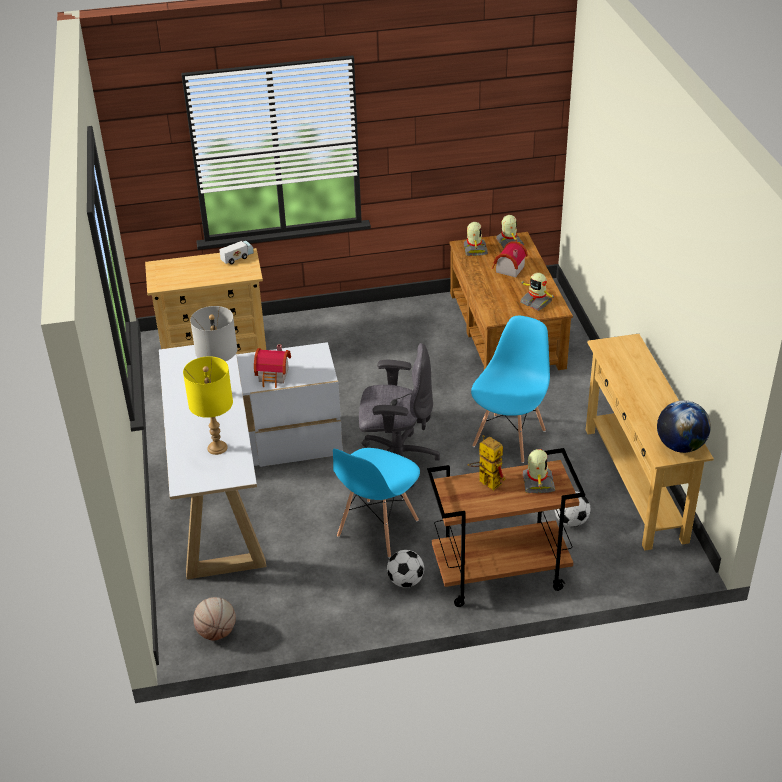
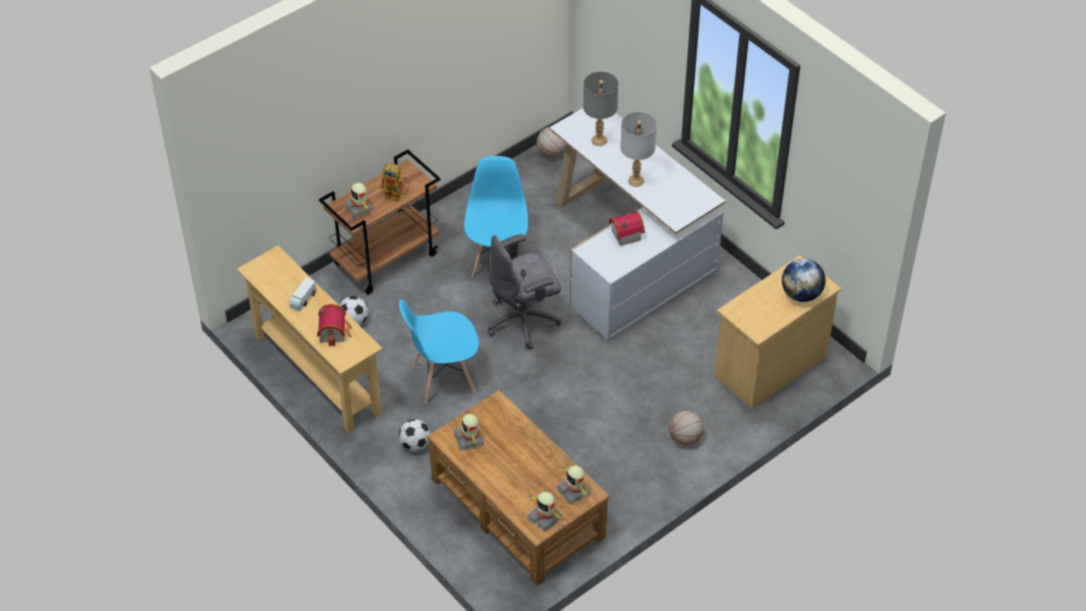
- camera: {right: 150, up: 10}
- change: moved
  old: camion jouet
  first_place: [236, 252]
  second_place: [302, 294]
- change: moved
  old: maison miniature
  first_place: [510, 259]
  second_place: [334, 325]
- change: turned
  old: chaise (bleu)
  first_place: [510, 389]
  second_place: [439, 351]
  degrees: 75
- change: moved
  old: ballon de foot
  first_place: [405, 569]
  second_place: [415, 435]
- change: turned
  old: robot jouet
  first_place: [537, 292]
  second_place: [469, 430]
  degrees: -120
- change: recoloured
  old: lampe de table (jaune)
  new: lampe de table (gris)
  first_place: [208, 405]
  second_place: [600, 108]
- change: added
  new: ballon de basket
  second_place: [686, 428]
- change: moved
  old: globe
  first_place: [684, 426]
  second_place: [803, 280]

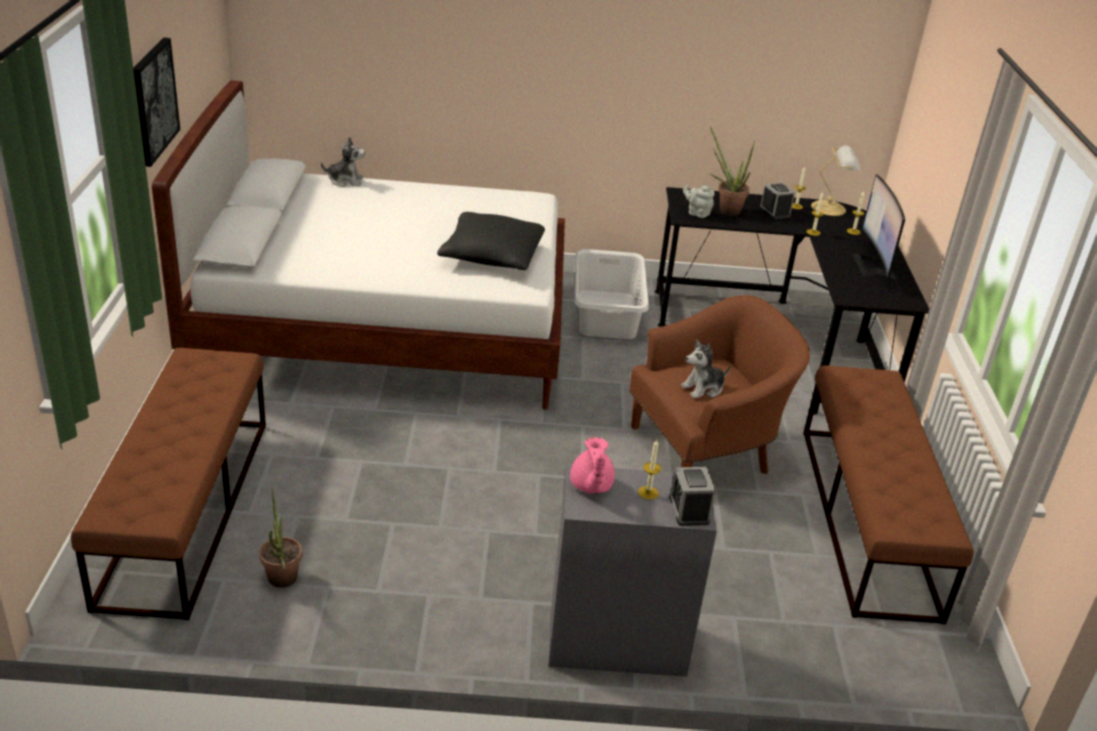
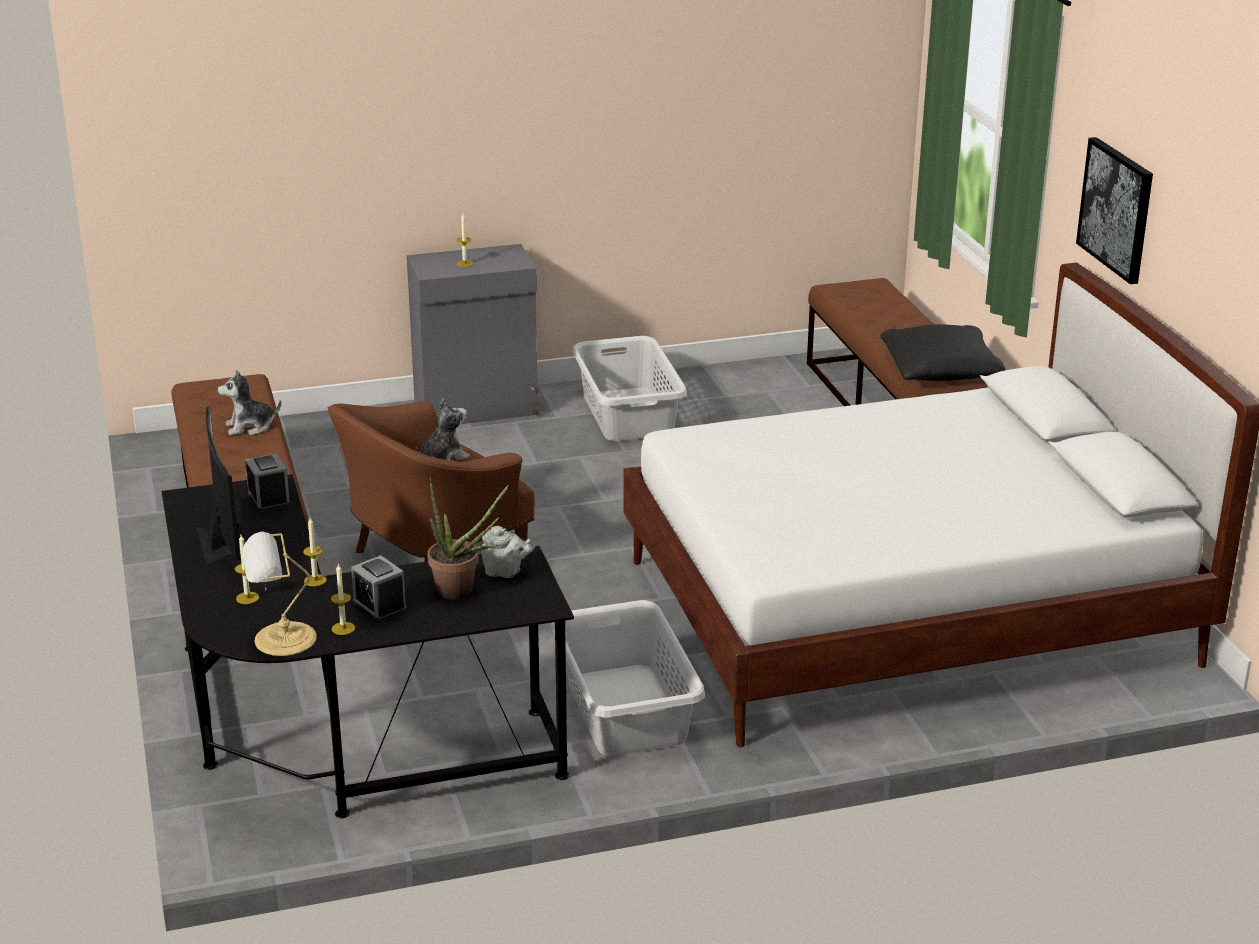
- camera: {right: 165, up: -5}
- change: moved
  old: peluche
  first_place: [343, 162]
  second_place: [249, 402]
- change: moved
  old: réveil
  first_place: [692, 496]
  second_place: [267, 482]
- change: added
  new: panier à linge (gris)
  second_place: [629, 388]
- change: moved
  old: coussin (noir)
  first_place: [491, 241]
  second_place: [943, 352]
- change: removed
  old: plante en pot
  first_place: [280, 538]
- change: removed
  old: théière (rose)
  first_place: [592, 465]

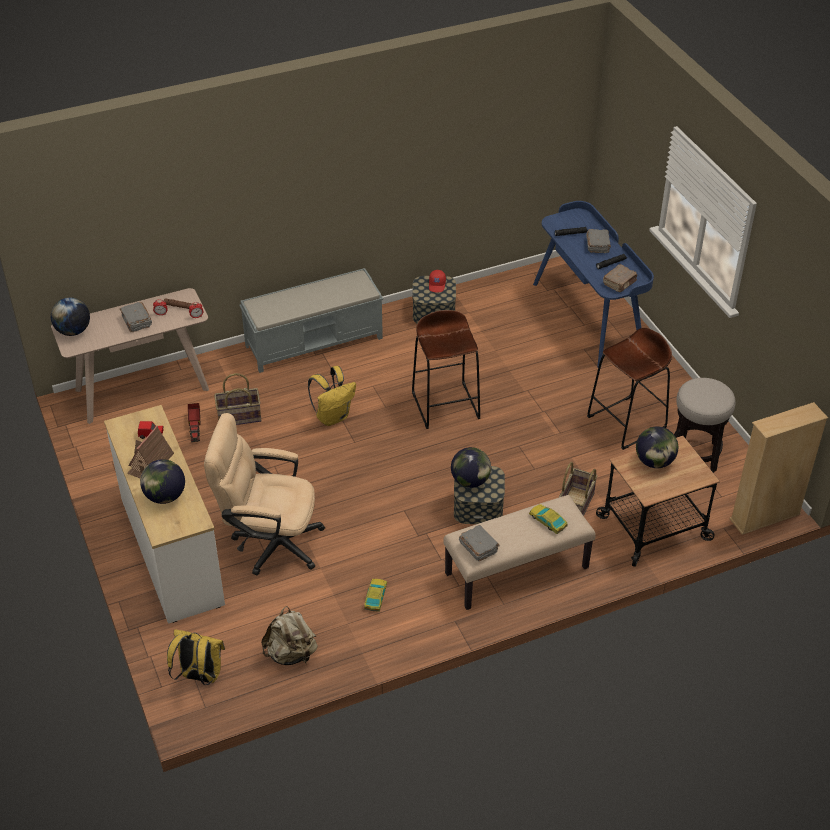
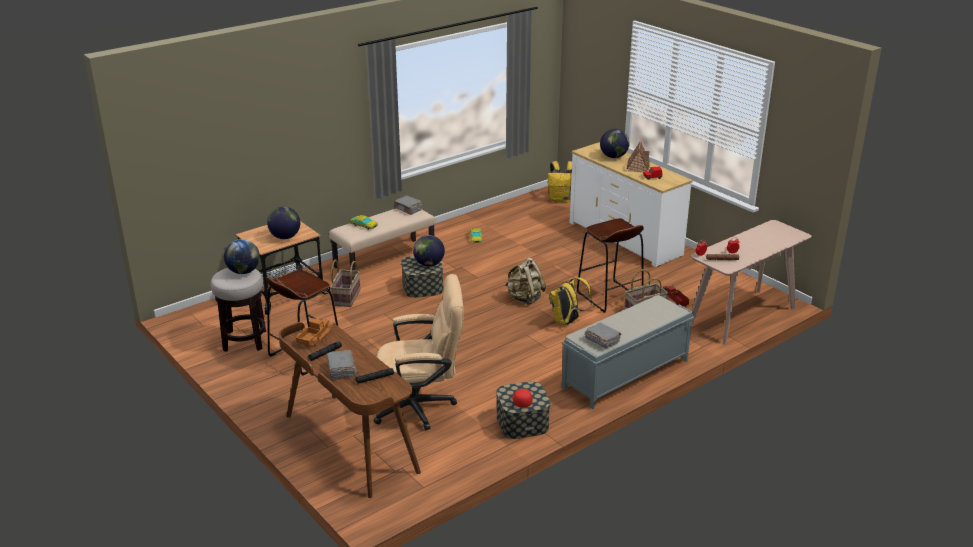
- camera: {right: 165, up: -15}
- change: moved
  old: globe
  first_place: [70, 317]
  second_place: [242, 256]
- change: recoloured
  old: bureau (bleu)
  new: bureau (marron)
  first_place: [593, 284]
  second_place: [350, 410]
- change: replaced
  old: livre (marron)
  new: camion jouet
  first_place: [620, 278]
  second_place: [315, 332]
- change: moved
  old: chaise de bureau (beige)
  first_place: [264, 494]
  second_place: [418, 352]
- change: moved
  old: sac à dos (beige)
  first_place: [289, 635]
  second_place: [525, 281]
- change: moved
  old: tabouret (marron)
  first_place: [446, 369]
  second_place: [610, 265]
- change: moved
  old: livre (gris)
  first_place: [136, 317]
  second_place: [603, 335]
- change: removed
  old: bibliothèque (beige)
  first_place: [779, 468]

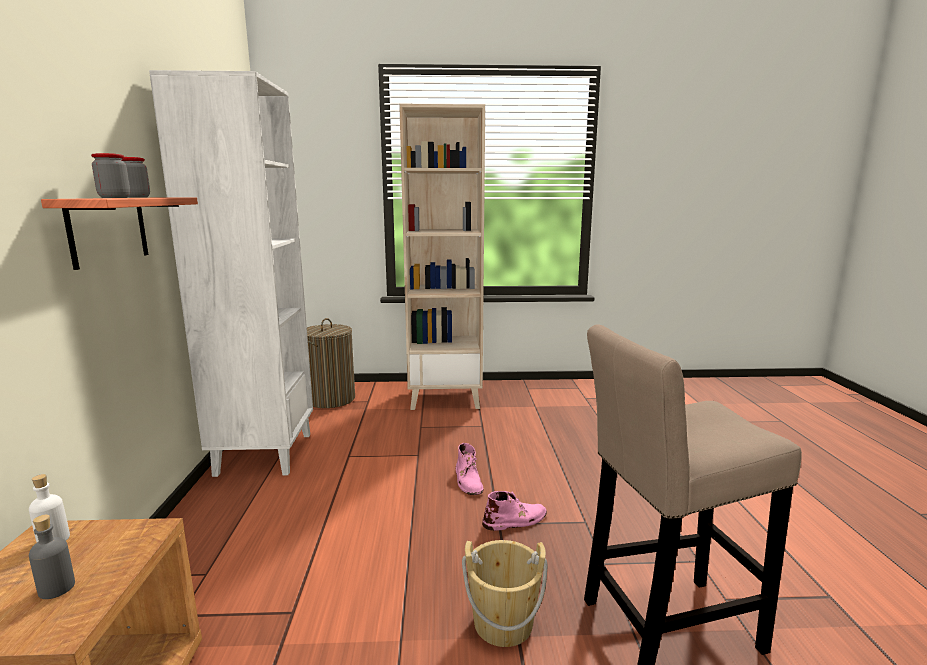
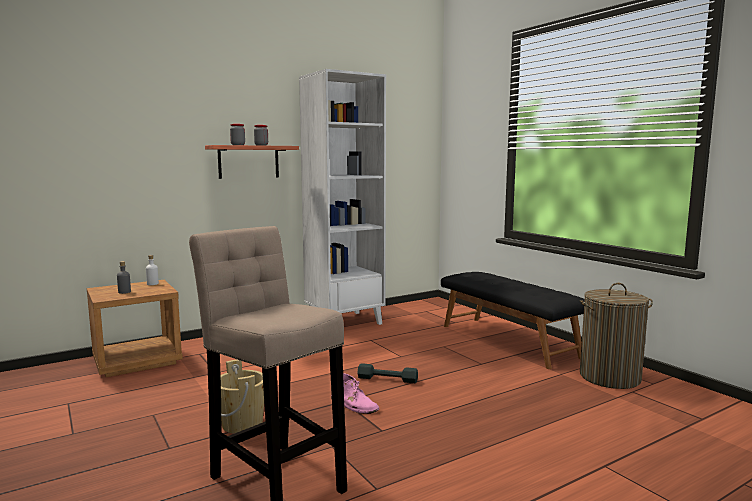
- camera: {right: 60, up: -5}
- change: replaced
  old: botte (rose)
  new: haltère (gris)
  first_place: [470, 469]
  second_place: [387, 373]
- change: replaced
  old: bibliothèque (beige)
  new: banc (noir)
  first_place: [442, 257]
  second_place: [513, 320]
- change: moved
  old: panier à linge
  first_place: [331, 363]
  second_place: [616, 336]

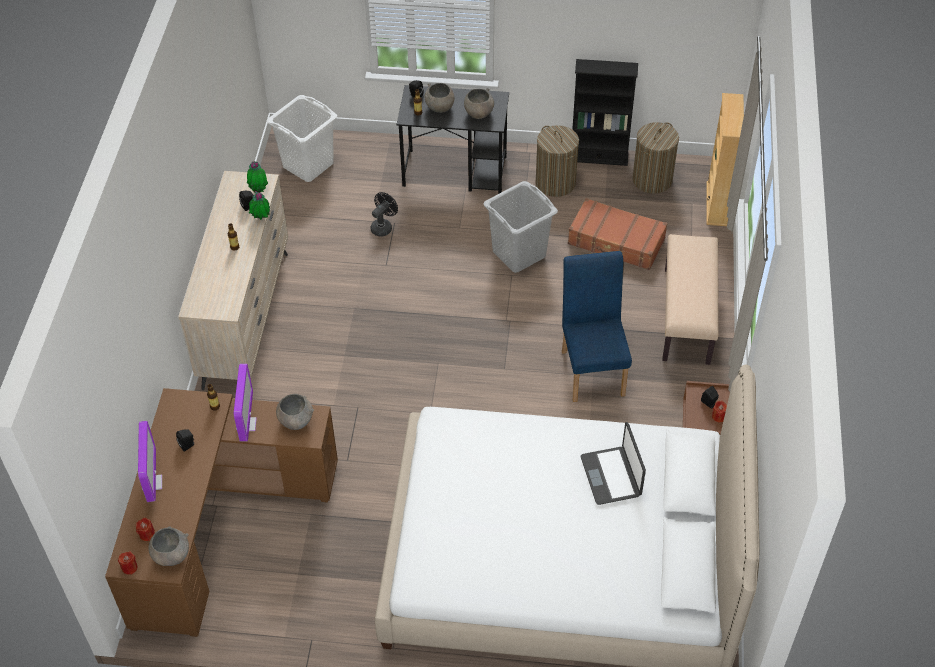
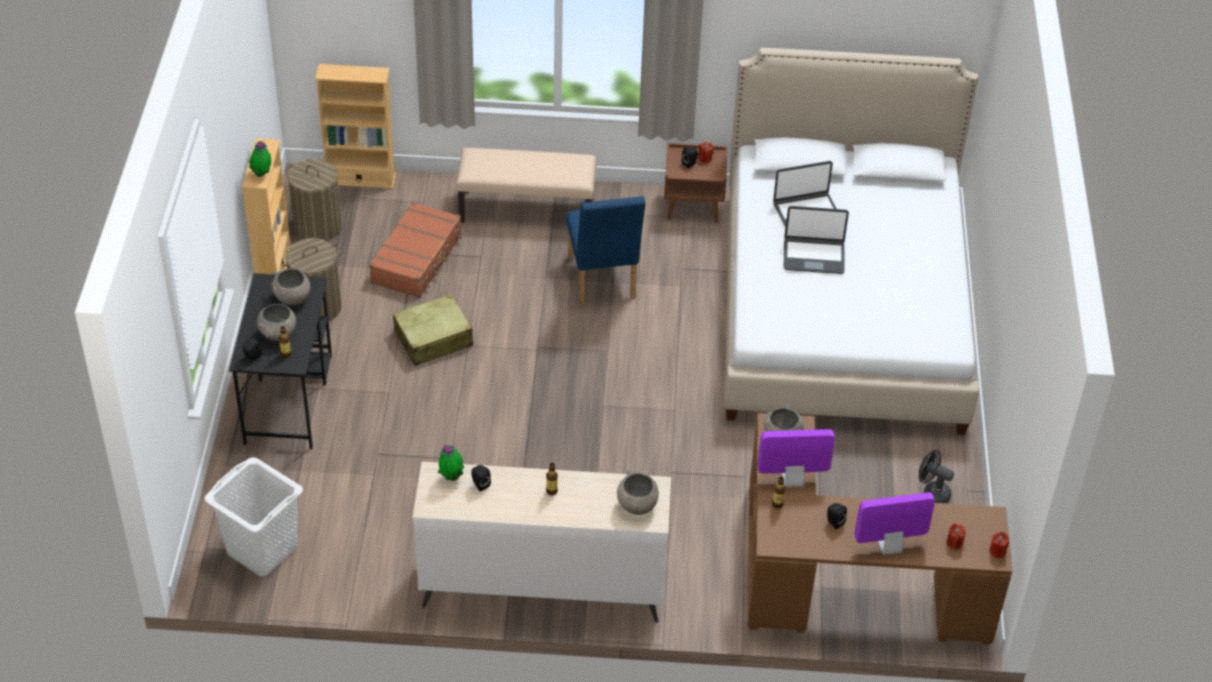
- camera: {right: -95, up: -5}
- change: recoloured
  old: bibliothèque (noir)
  new: bibliothèque (beige)
  first_place: [605, 112]
  second_place: [266, 206]
- change: moved
  old: plante en pot
  first_place: [259, 205]
  second_place: [260, 159]
- change: replaced
  old: panier à linge (gris)
  new: valise (beige)
  first_place: [520, 227]
  second_place: [433, 330]
- change: turned
  old: chaise (bleu)
  first_place: [597, 326]
  second_place: [606, 250]
  degrees: -90
- change: moved
  old: bol (gris)
  first_place: [168, 546]
  second_place: [638, 492]
- change: added
  new: ordinateur portable
  second_place: [816, 240]
- change: moved
  old: ventilateur (noir)
  first_place: [384, 214]
  second_place: [936, 476]

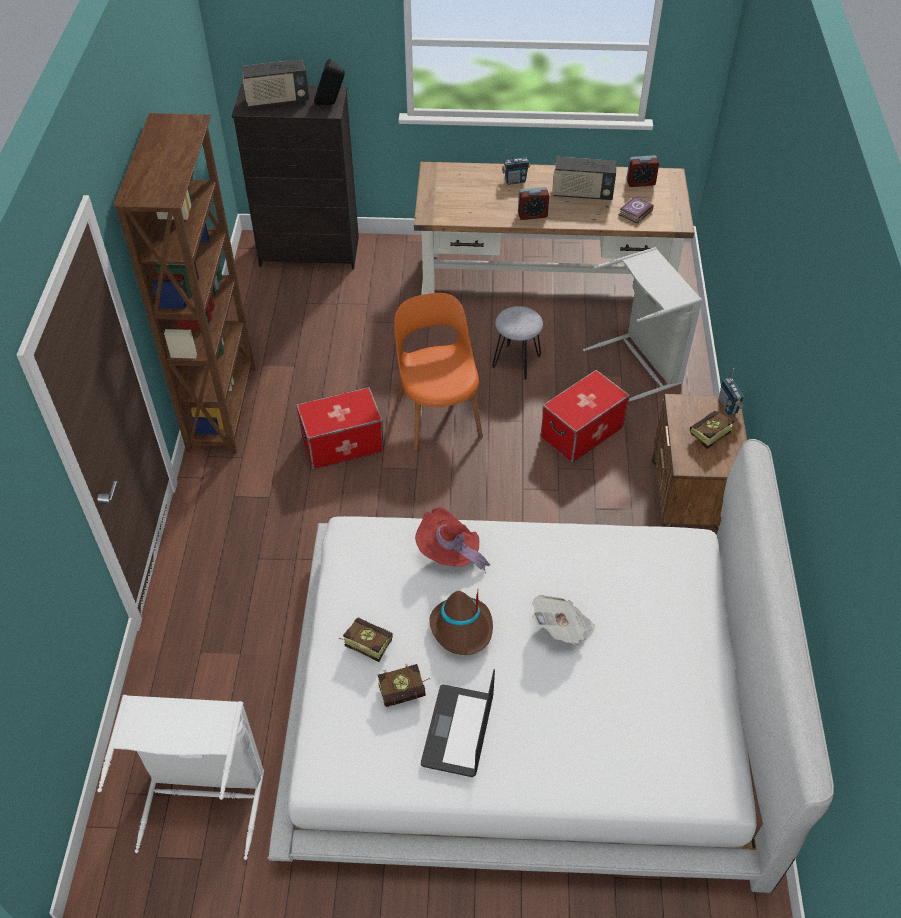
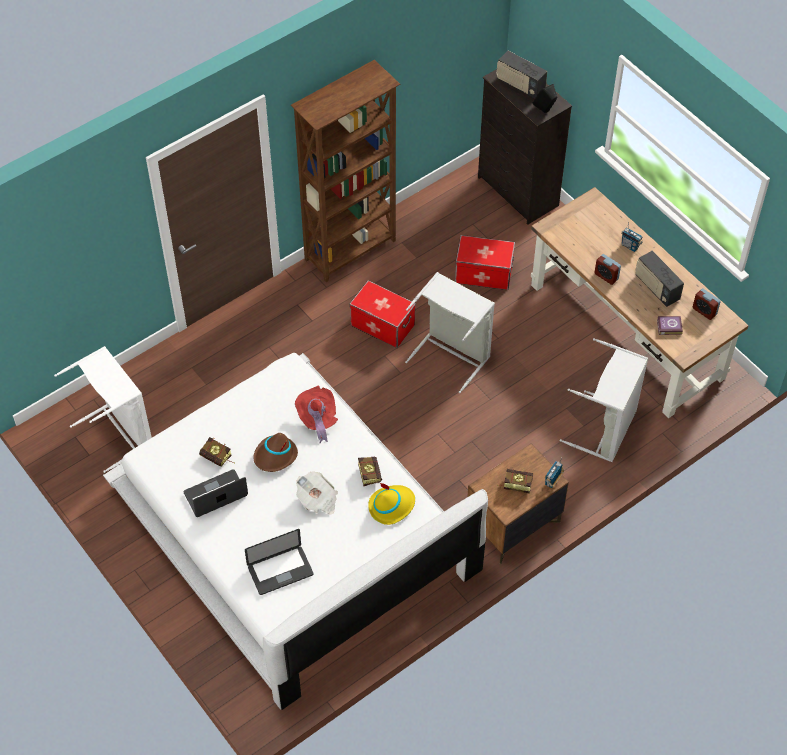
- camera: {right: 50, up: 5}
- change: added
  new: ordinateur portable
  second_place: [279, 562]
- change: moved
  old: livre
  first_place: [366, 640]
  second_place: [370, 471]
- change: added
  new: chapeau (jaune)
  second_place: [391, 504]
- change: replaced
  old: chaise (orange)
  new: panier à linge (gris)
  first_place: [438, 372]
  second_place: [450, 332]
- change: moved
  old: boîte de rangement
  first_place: [585, 416]
  second_place: [485, 262]
- change: removed
  old: tabouret (gris)
  first_place: [517, 343]

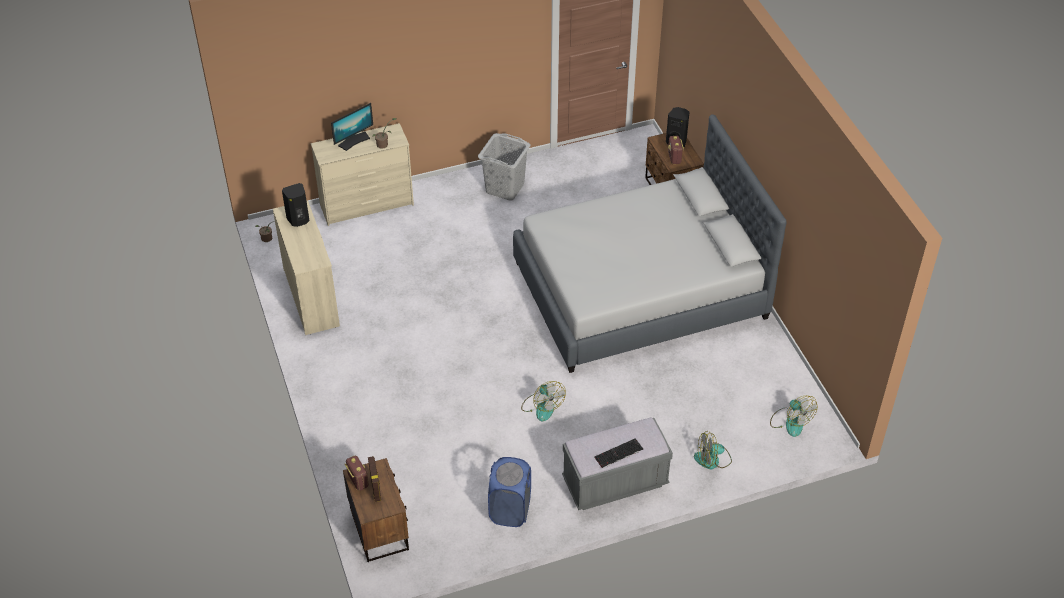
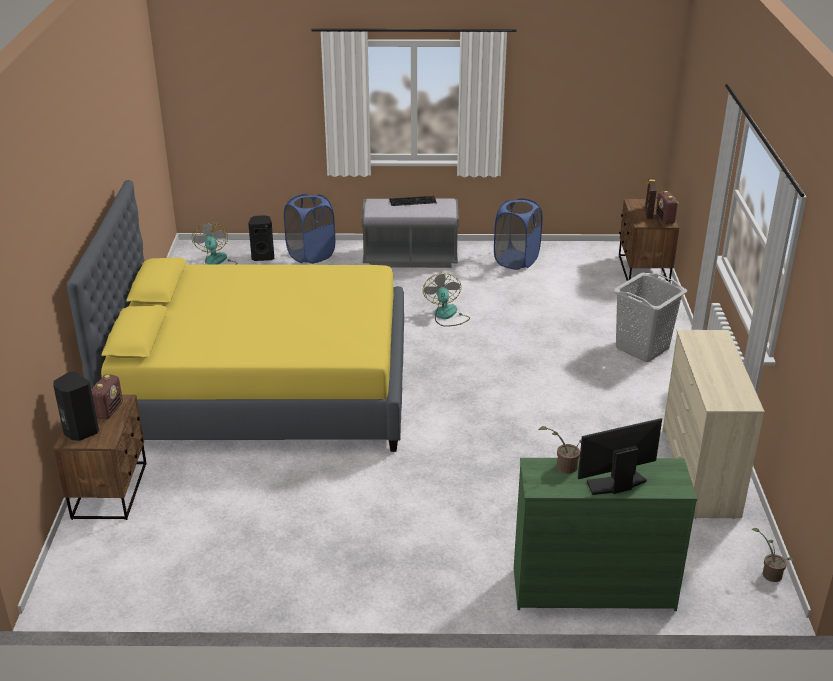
- camera: {right: -160, up: -15}
- change: recoloured
  old: lit (gris)
  new: lit (jaune)
  first_place: [649, 243]
  second_place: [235, 316]
- change: moved
  old: enceinte (noir)
  first_place: [296, 205]
  second_place: [261, 238]
- change: replaced
  old: ventilateur
  new: panier à linge (bleu)
  first_place: [713, 450]
  second_place: [309, 229]
- change: recoloured
  old: commode (beige)
  new: commode (vert)
  first_place: [362, 174]
  second_place: [605, 534]
- change: moved
  old: panier à linge (gris)
  first_place: [504, 167]
  second_place: [650, 317]

